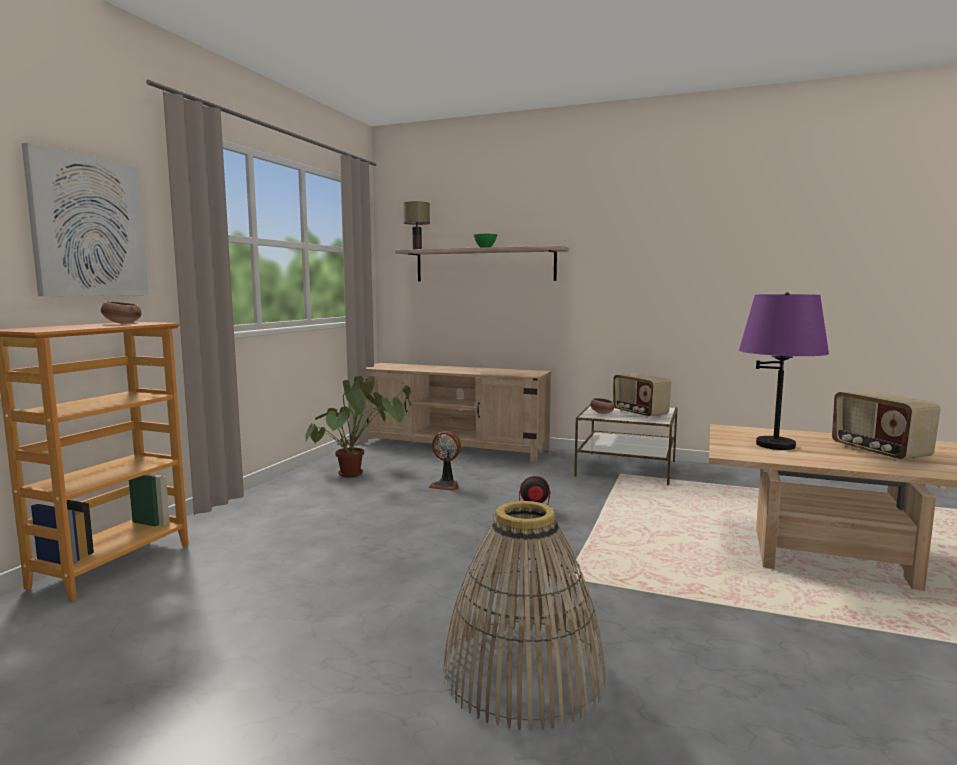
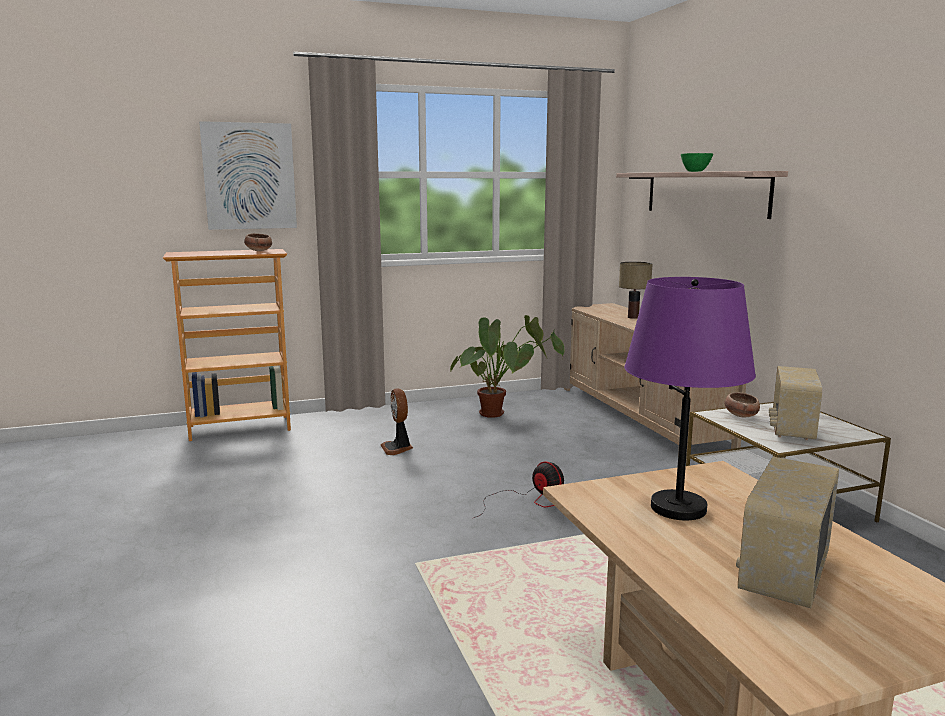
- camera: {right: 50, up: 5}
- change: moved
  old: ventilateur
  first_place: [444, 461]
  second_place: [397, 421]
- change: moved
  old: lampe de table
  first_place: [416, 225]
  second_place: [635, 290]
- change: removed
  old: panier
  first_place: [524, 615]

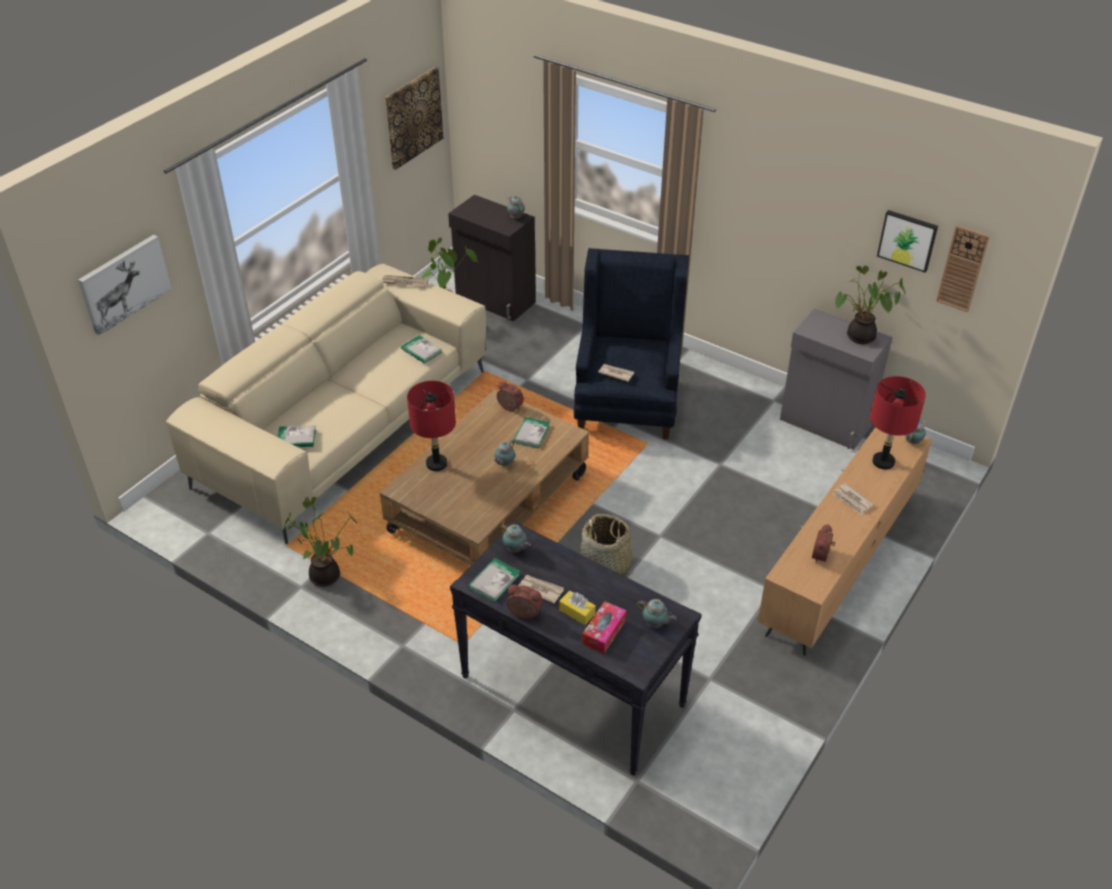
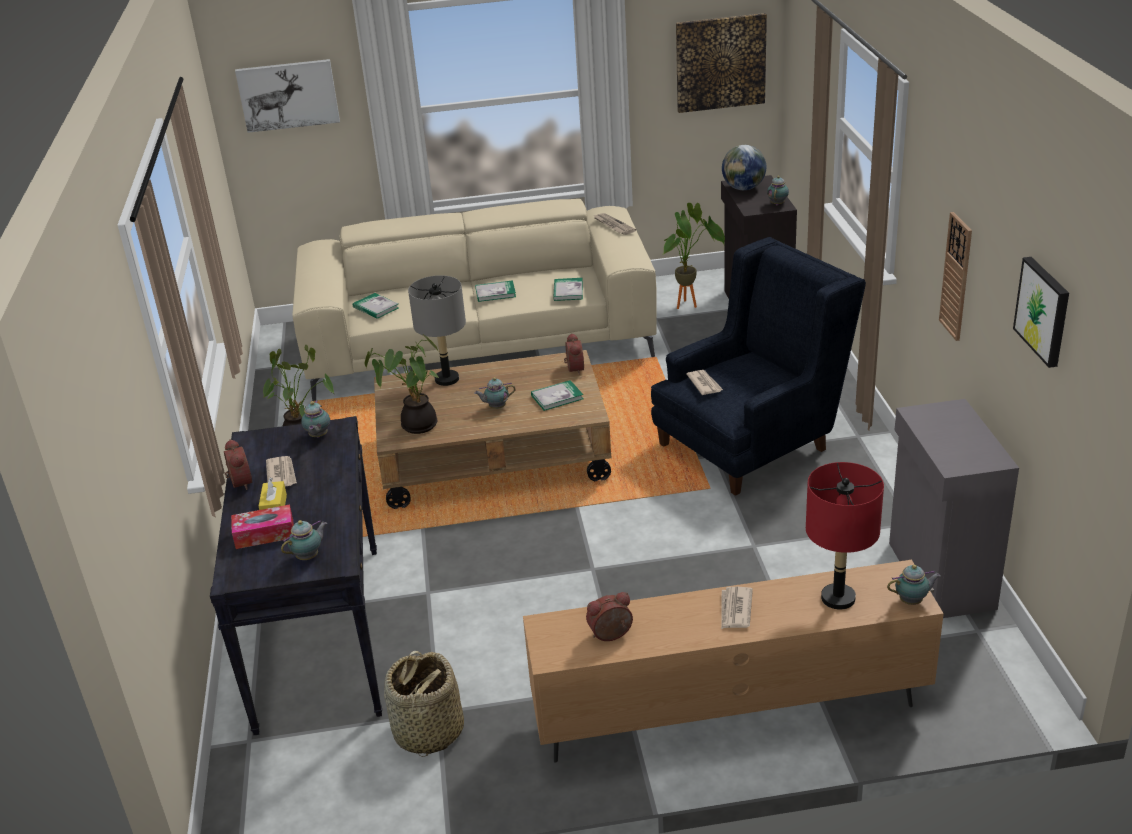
- camera: {right: 50, up: -10}
- change: turned
  old: théière
  first_place: [656, 613]
  second_place: [304, 540]
  degrees: -120
- change: moved
  old: plante en pot
  first_place: [870, 305]
  second_place: [402, 384]
- change: moved
  old: panier
  first_place: [607, 544]
  second_place: [424, 704]
- change: recoloured
  old: lampe de table (rouge)
  new: lampe de table (gris)
  first_place: [431, 426]
  second_place: [437, 330]
- change: moved
  old: livre
  first_place: [494, 580]
  second_place: [495, 291]
- change: added
  new: globe
  second_place: [744, 167]
- change: moved
  old: horloge murale
  first_place: [963, 268]
  second_place: [955, 276]

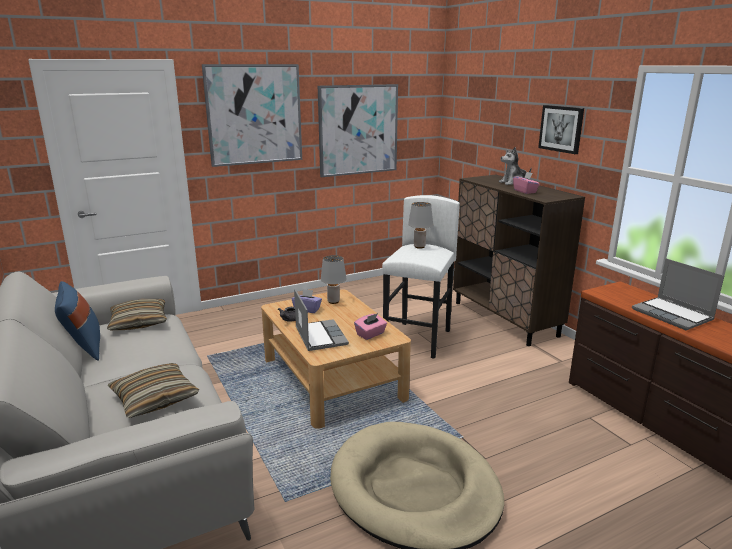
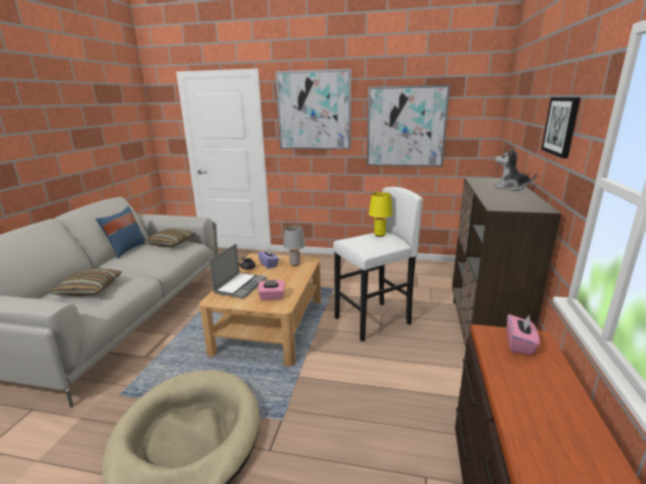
- camera: {right: 40, up: 0}
- change: recoloured
  old: lampe de table (gris)
  new: lampe de table (jaune)
  first_place: [420, 225]
  second_place: [381, 214]
- change: moved
  old: boîte à mouchoirs (rose)
  first_place: [526, 183]
  second_place: [523, 334]
- change: removed
  old: ordinateur portable
  first_place: [678, 294]

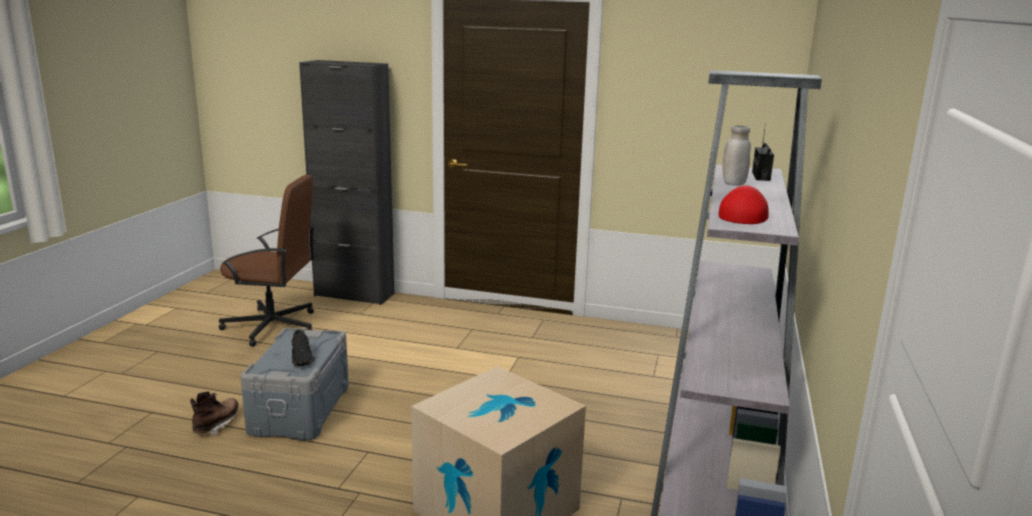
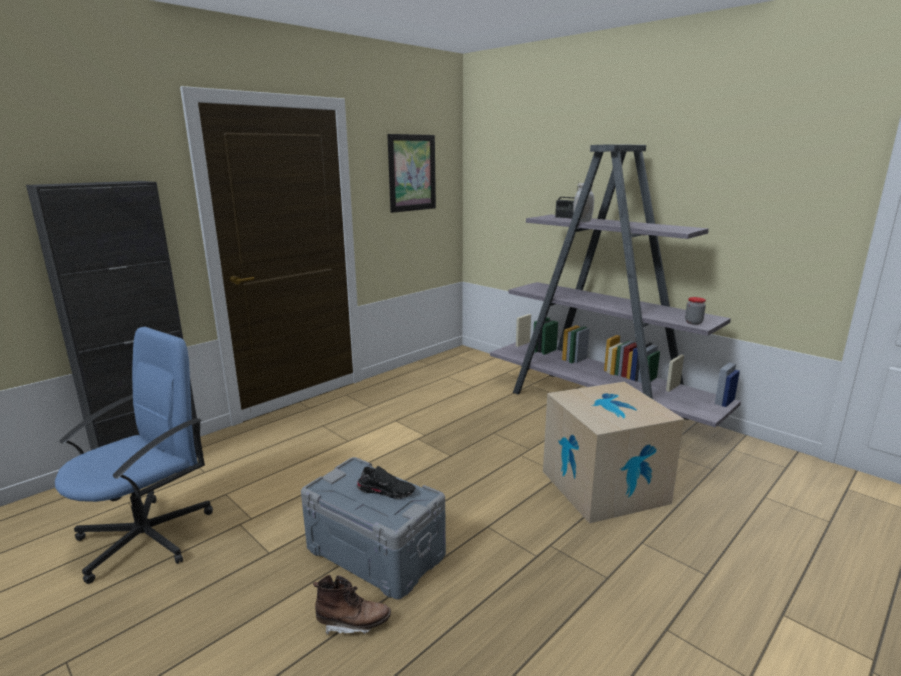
- camera: {right: -60, up: 0}
- change: recoloured
  old: chaise de bureau (marron)
  new: chaise de bureau (bleu)
  first_place: [267, 261]
  second_place: [134, 455]
- change: turned
  old: botte (marron)
  first_place: [214, 413]
  second_place: [352, 605]
  degrees: 135
- change: added
  new: tableau
  second_place: [411, 173]
- change: added
  new: bocal
  second_place: [695, 311]
- change: removed
  old: casquette (rouge)
  first_place: [743, 205]

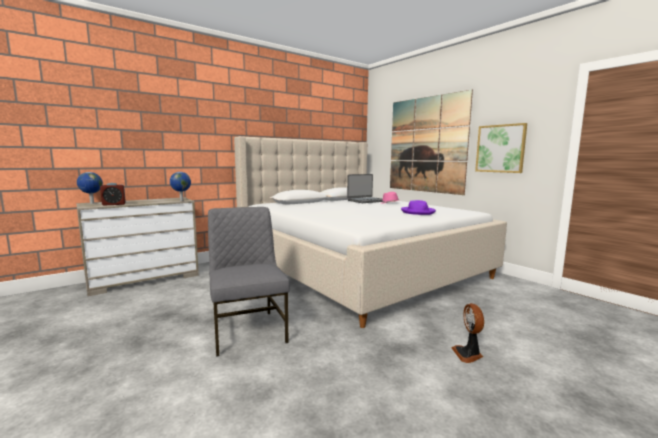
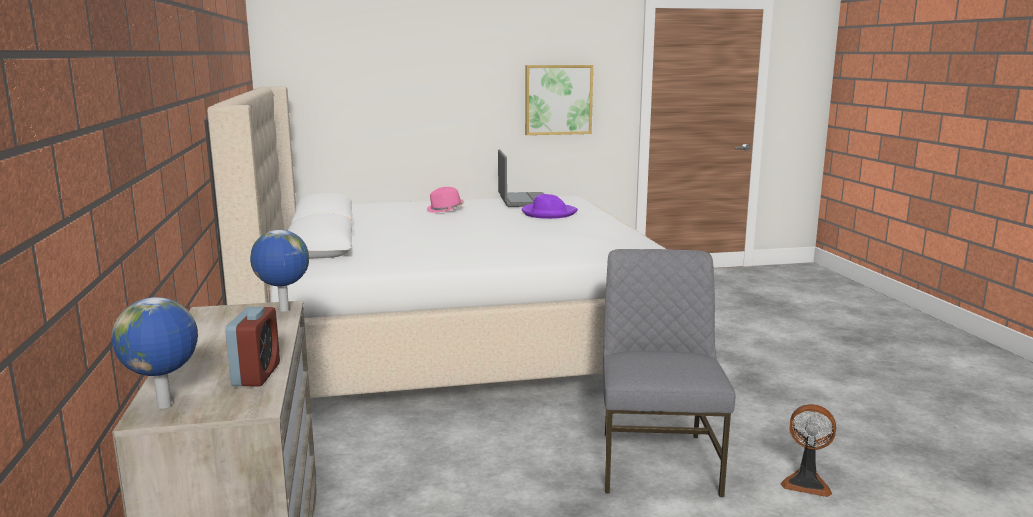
- camera: {right: -65, up: 5}
- change: moved
  old: ordinateur portable
  first_place: [365, 188]
  second_place: [521, 178]
- change: turned
  old: chaise (gris)
  first_place: [249, 282]
  second_place: [669, 373]
  degrees: 90
- change: moved
  old: ventilateur
  first_place: [467, 333]
  second_place: [808, 450]
- change: removed
  old: tableau
  first_place: [431, 142]

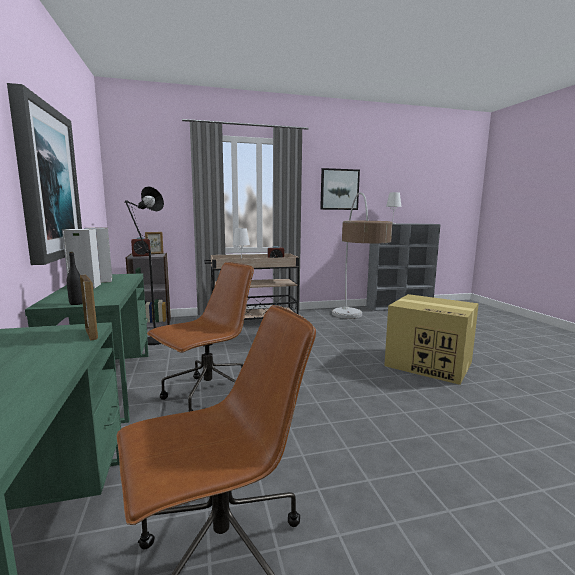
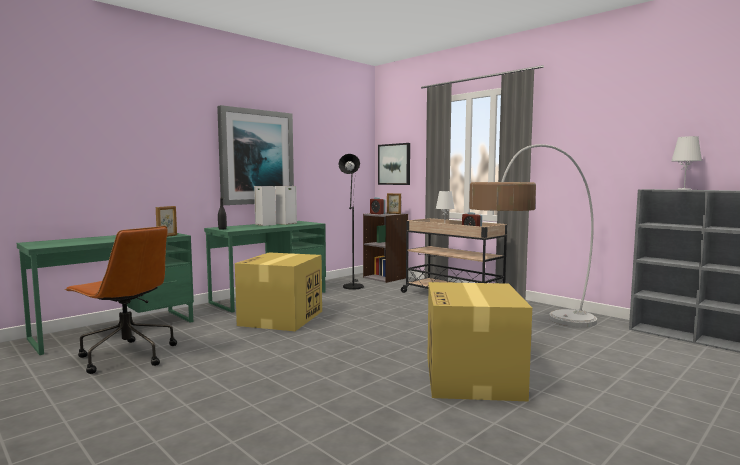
- camera: {right: 60, up: -5}
- change: replaced
  old: chaise de bureau (marron)
  new: carton
  first_place: [200, 337]
  second_place: [278, 291]
- change: moved
  old: tableau
  first_place: [340, 189]
  second_place: [394, 164]

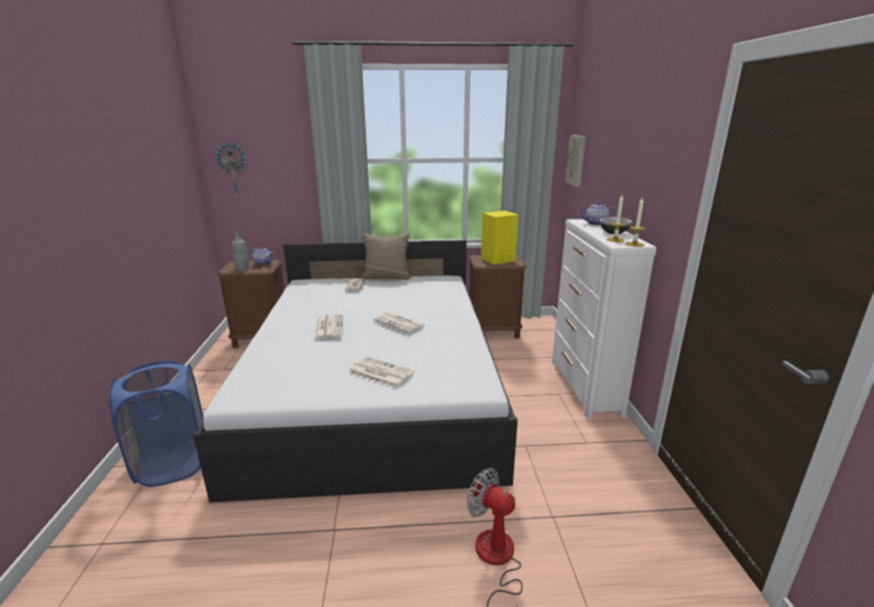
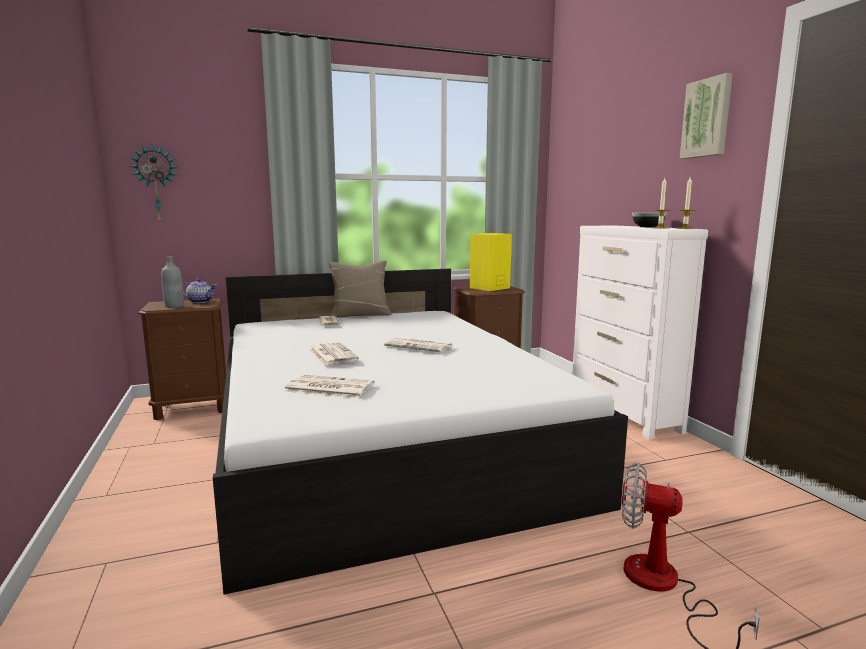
- camera: {right: -15, up: -10}
- change: moved
  old: journal
  first_place: [381, 372]
  second_place: [329, 386]
- change: moved
  old: tableau
  first_place: [575, 161]
  second_place: [706, 116]
- change: removed
  old: panier à linge (bleu)
  first_place: [156, 424]
- change: removed
  old: théière
  first_place: [598, 213]

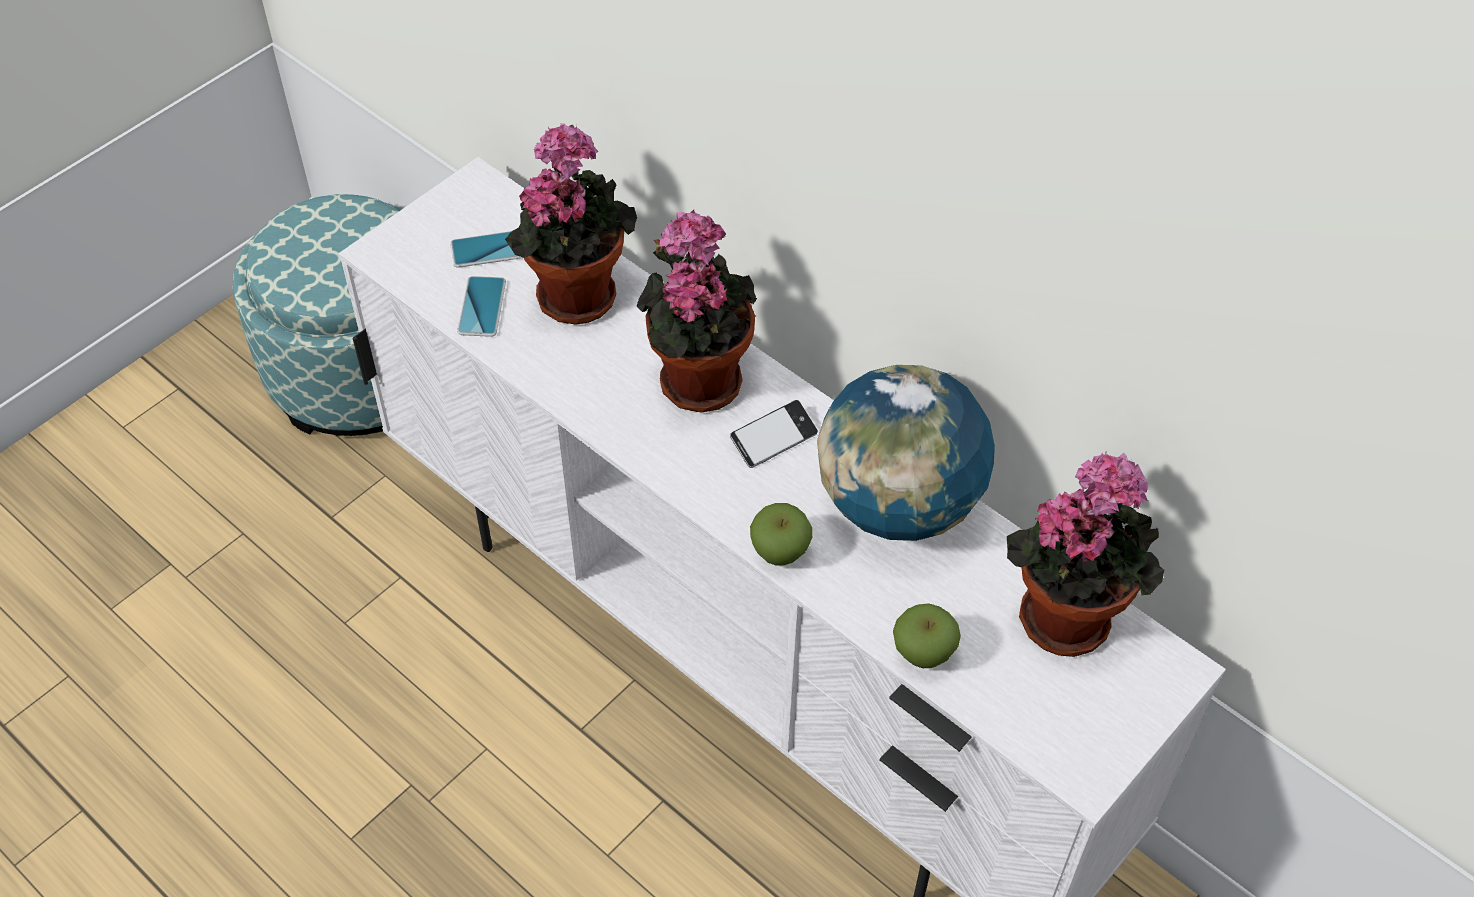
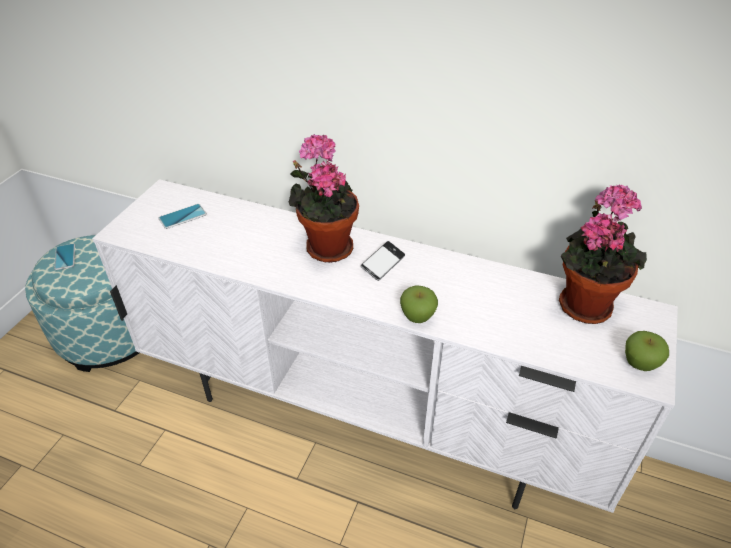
- camera: {right: -20, up: -10}
- change: moved
  old: téléphone
  first_place: [481, 306]
  second_place: [64, 257]
- change: moved
  old: pomme
  first_place: [927, 635]
  second_place: [647, 351]
- change: removed
  old: plante en pot
  first_place: [571, 224]
- change: removed
  old: globe
  first_place: [906, 453]

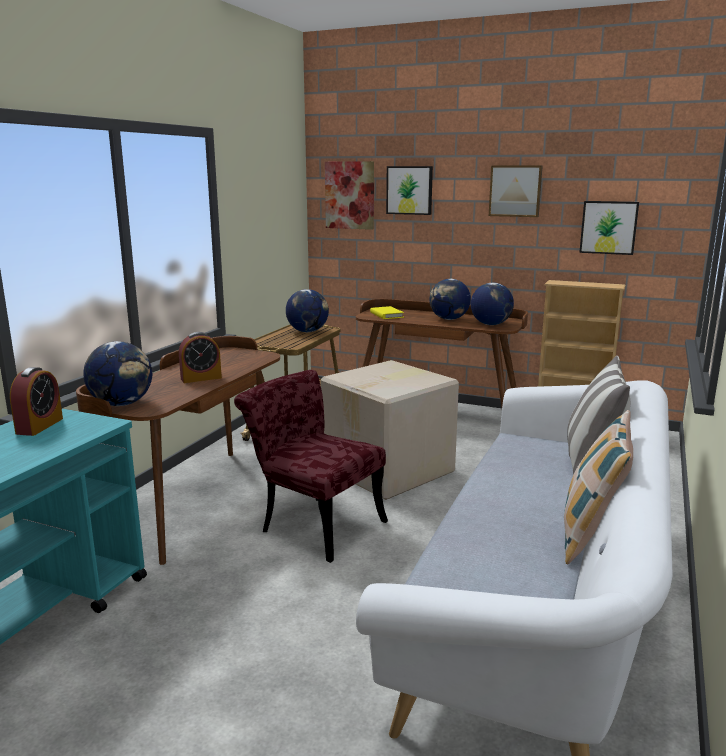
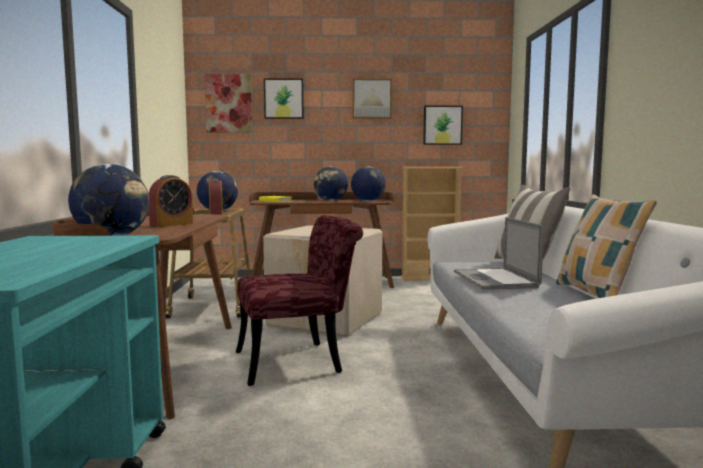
- camera: {right: -25, up: -10}
- change: moved
  old: réveil
  first_place: [36, 401]
  second_place: [216, 197]
- change: turned
  old: chaise (rouge)
  first_place: [311, 466]
  second_place: [299, 300]
  degrees: 150
- change: added
  new: ordinateur portable
  second_place: [499, 253]

